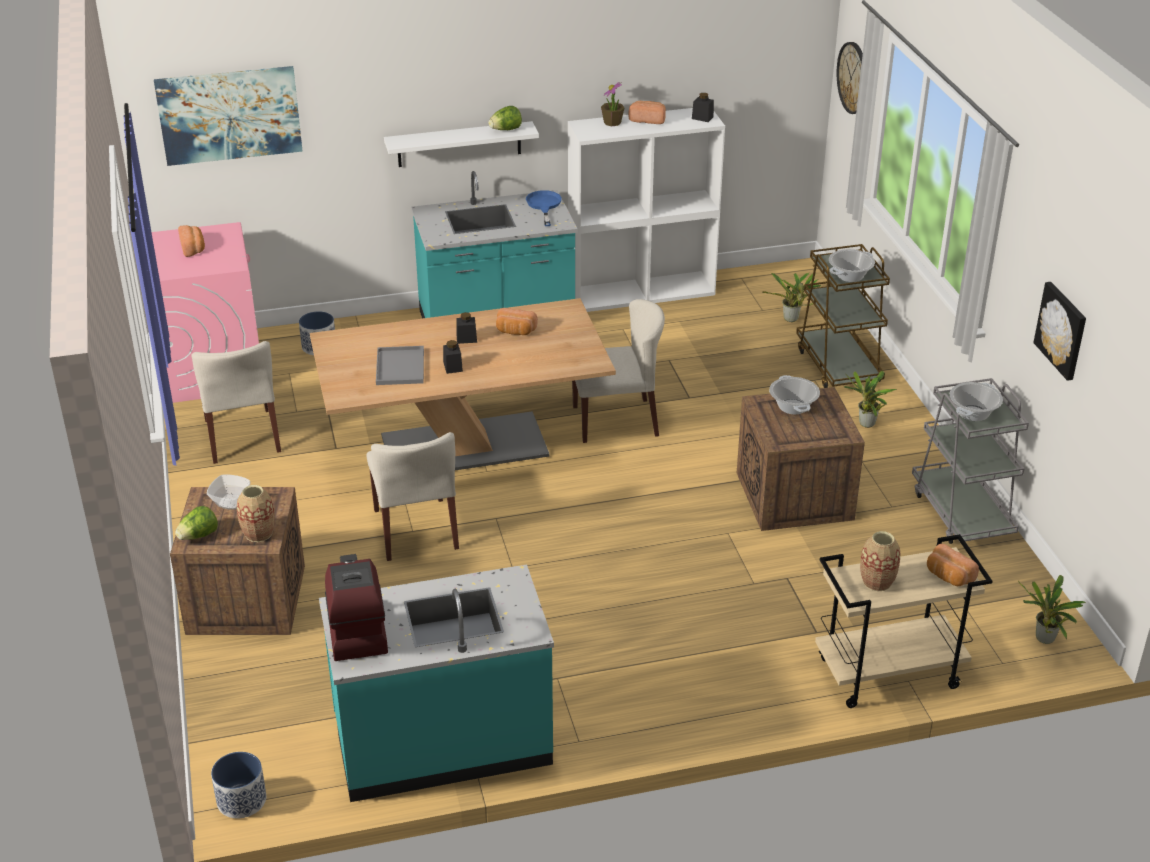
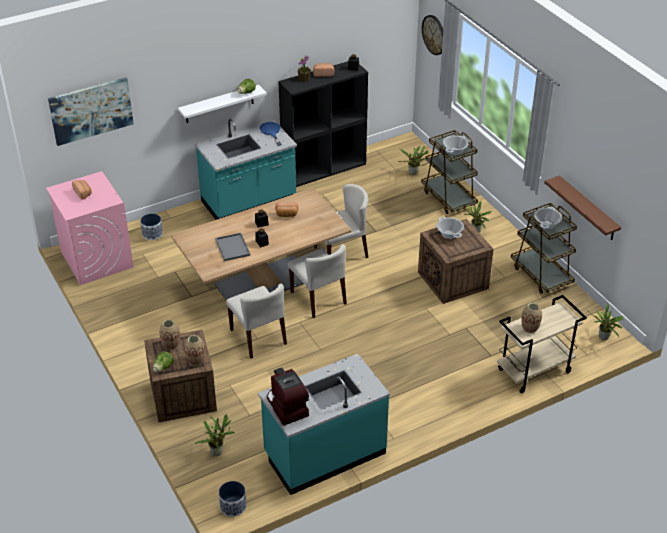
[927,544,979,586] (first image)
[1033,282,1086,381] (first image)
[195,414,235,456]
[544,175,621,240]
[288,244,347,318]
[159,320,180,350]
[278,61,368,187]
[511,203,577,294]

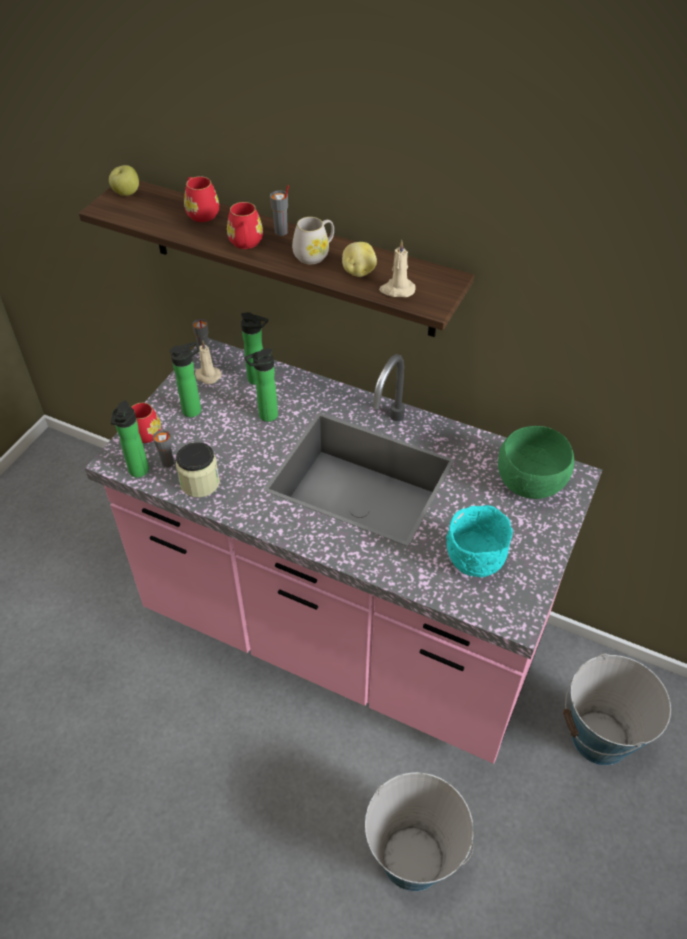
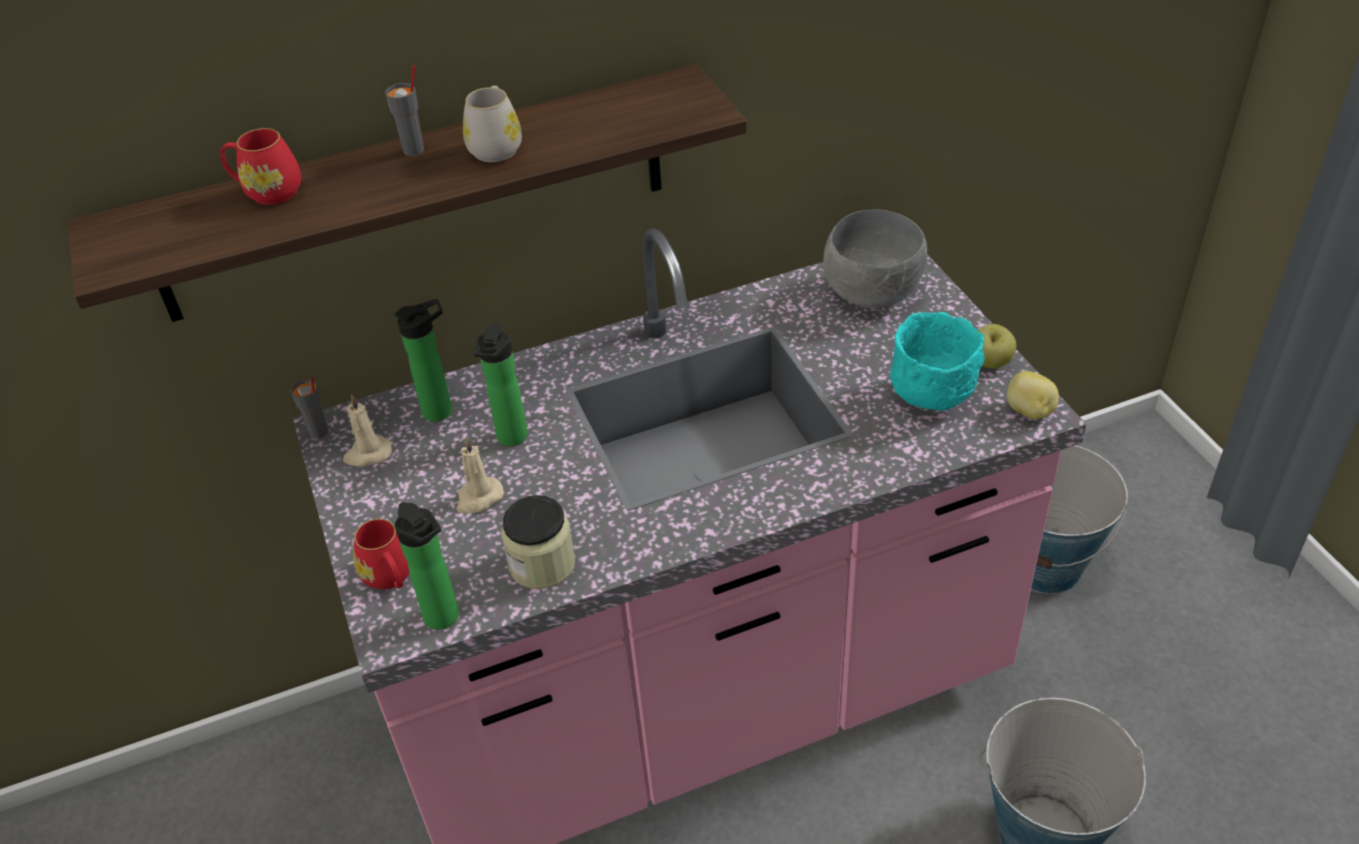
[153,430,174,468] (first image)
[170,342,201,417] (first image)
[227,202,263,249] (first image)
[978,324,1016,368]
[1007,371,1059,419]
[457,437,504,514]
[823,209,927,308]

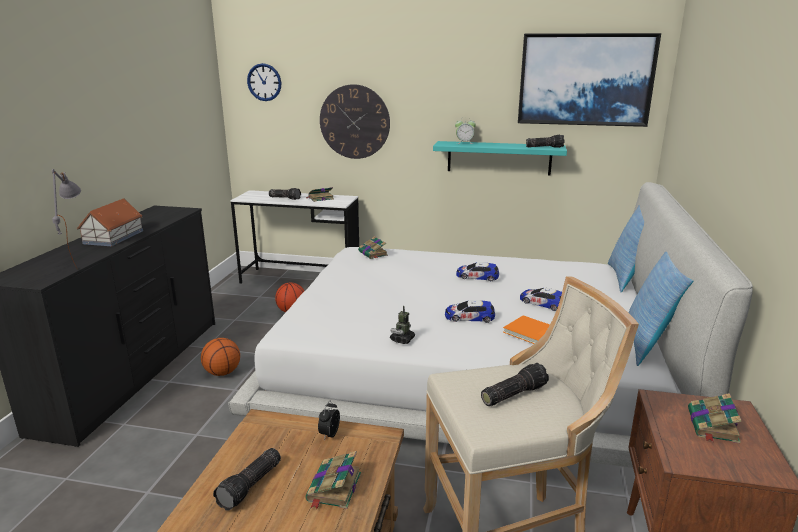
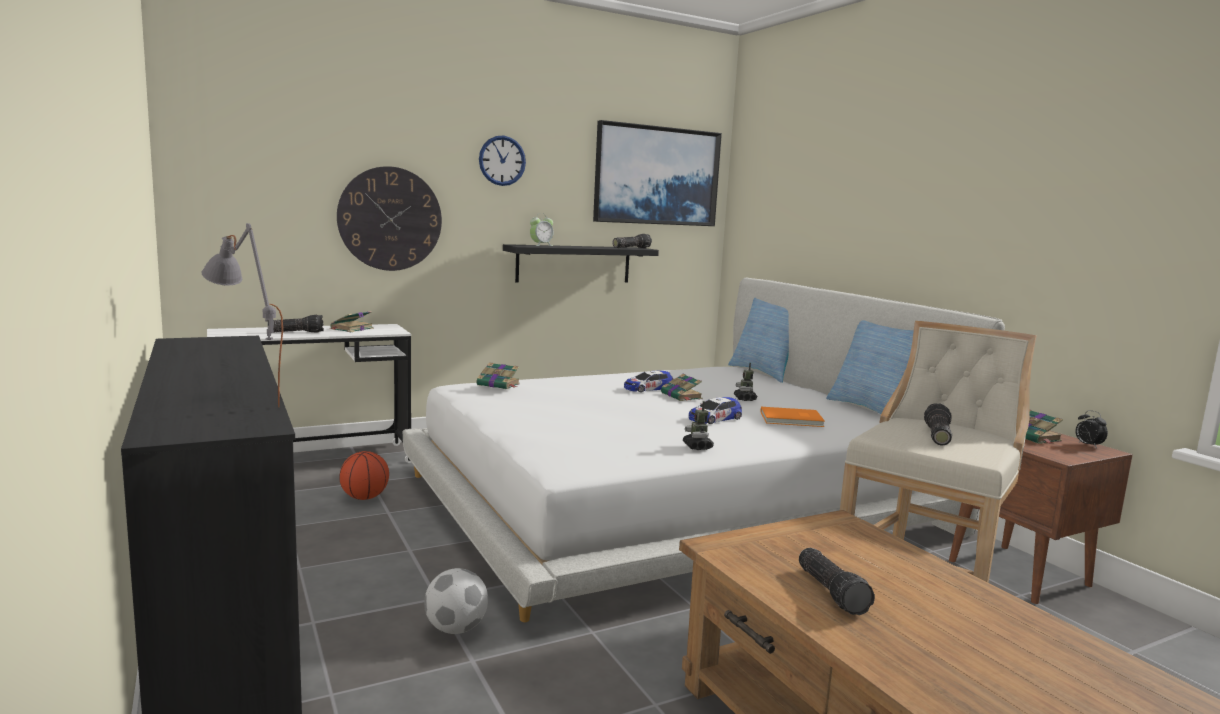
[77,198,143,246] (first image)
[201,338,240,376] (first image)
[424,568,488,634]
[479,135,526,186]
[661,374,703,401]
[1075,410,1108,448]
[734,363,758,401]
[503,244,659,283]

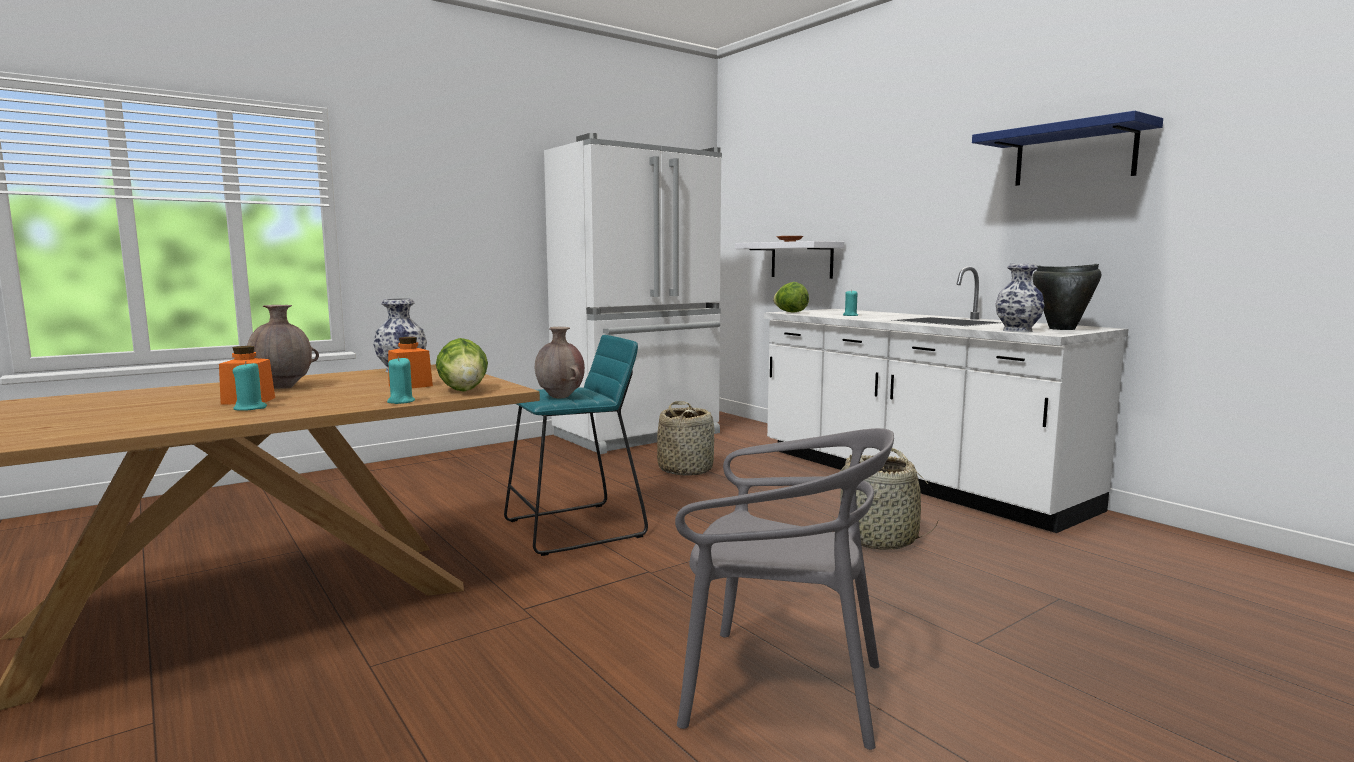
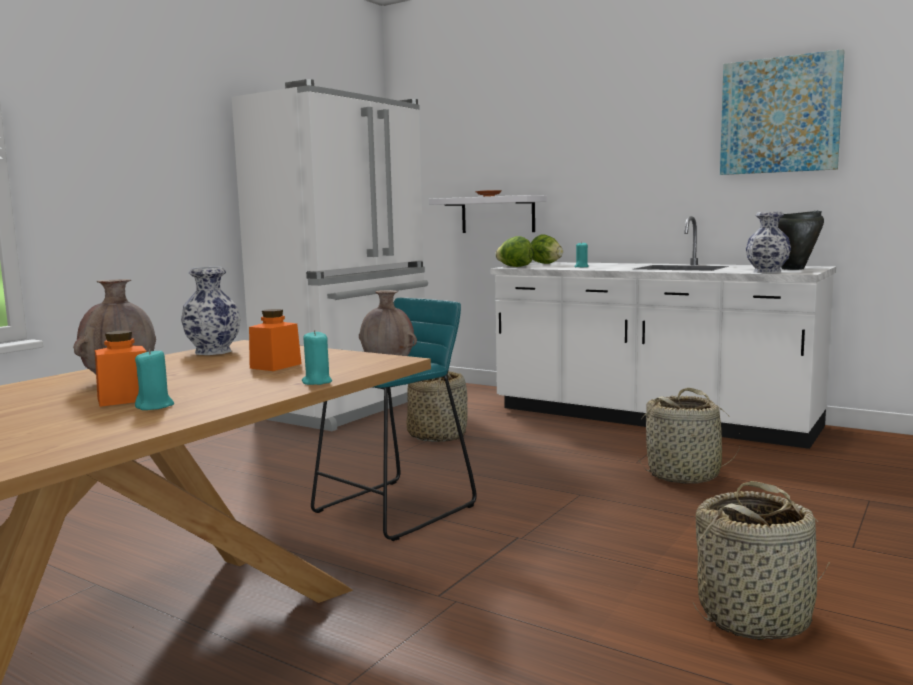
[531,234,563,264]
[693,481,830,640]
[720,49,845,175]

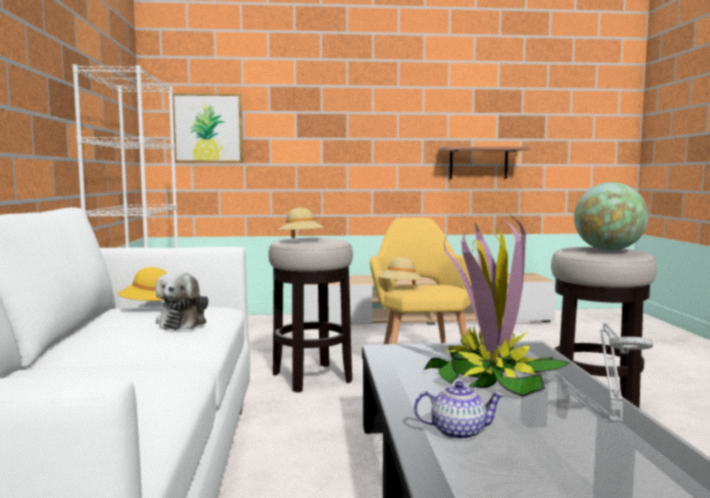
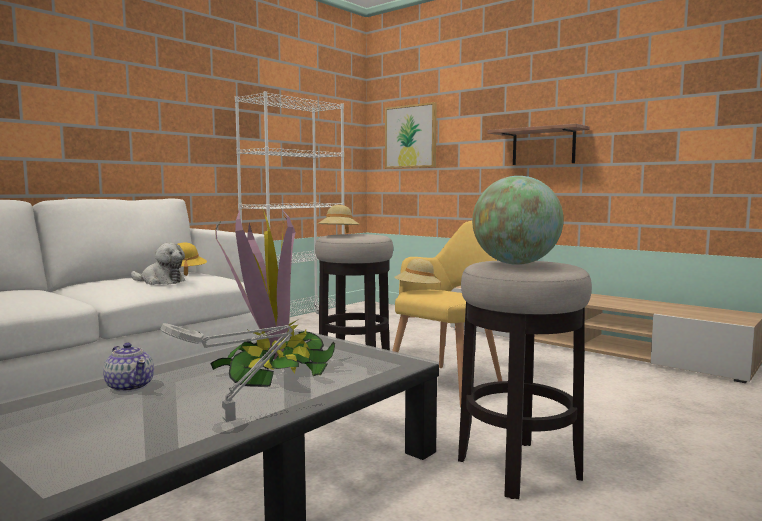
[488,123,590,165]
[131,243,185,285]

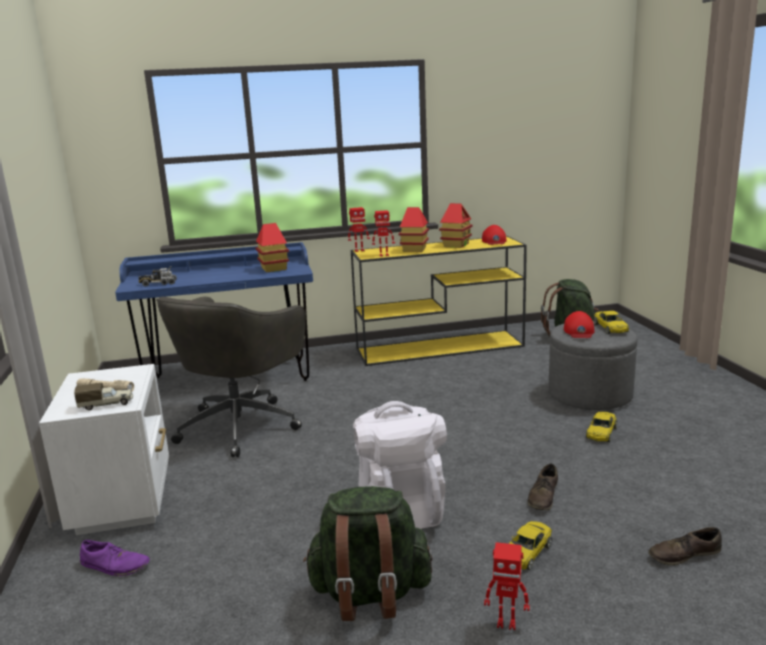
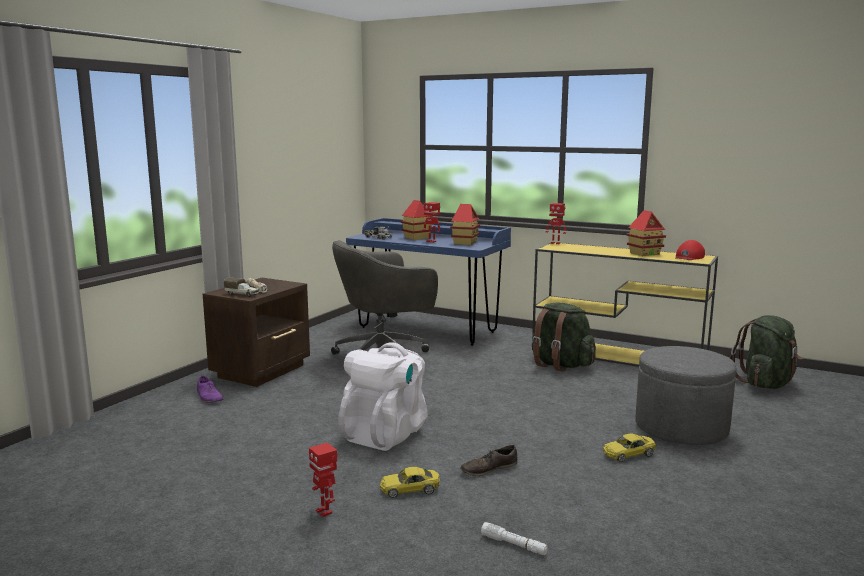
[564,311,594,338] (first image)
[593,311,629,334] (first image)
[532,303,596,372]
[422,202,440,243]
[400,200,433,240]
[481,522,548,555]
[203,278,310,387]

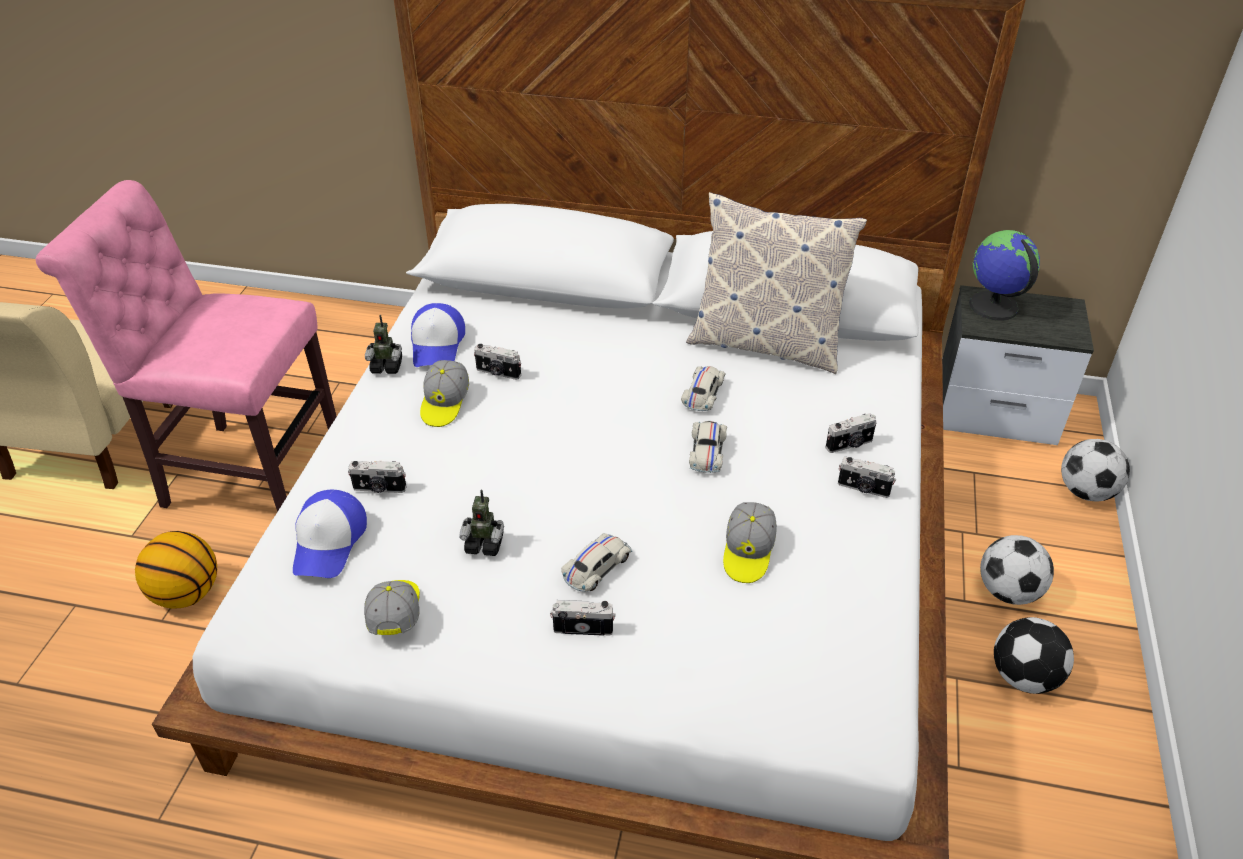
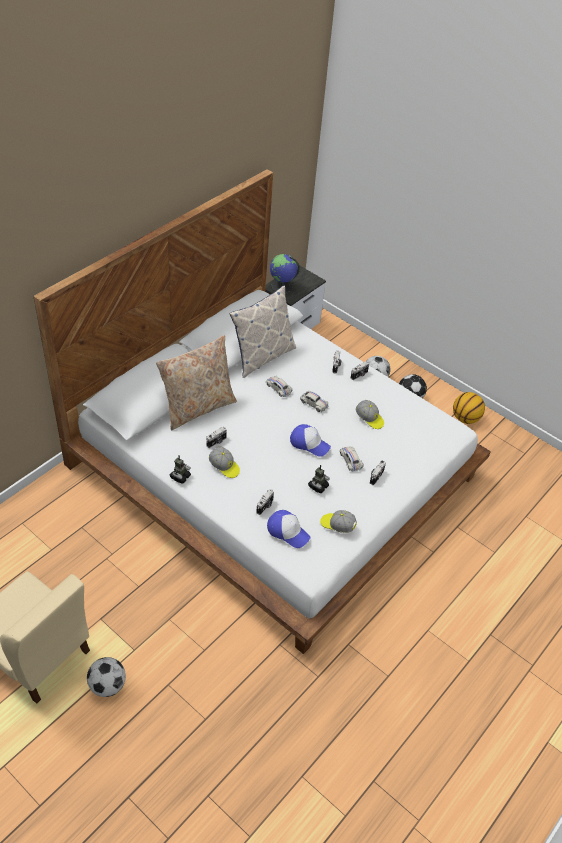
[36,180,337,512] (first image)
[156,335,237,430]
[453,392,485,424]
[290,424,331,457]
[87,657,126,697]

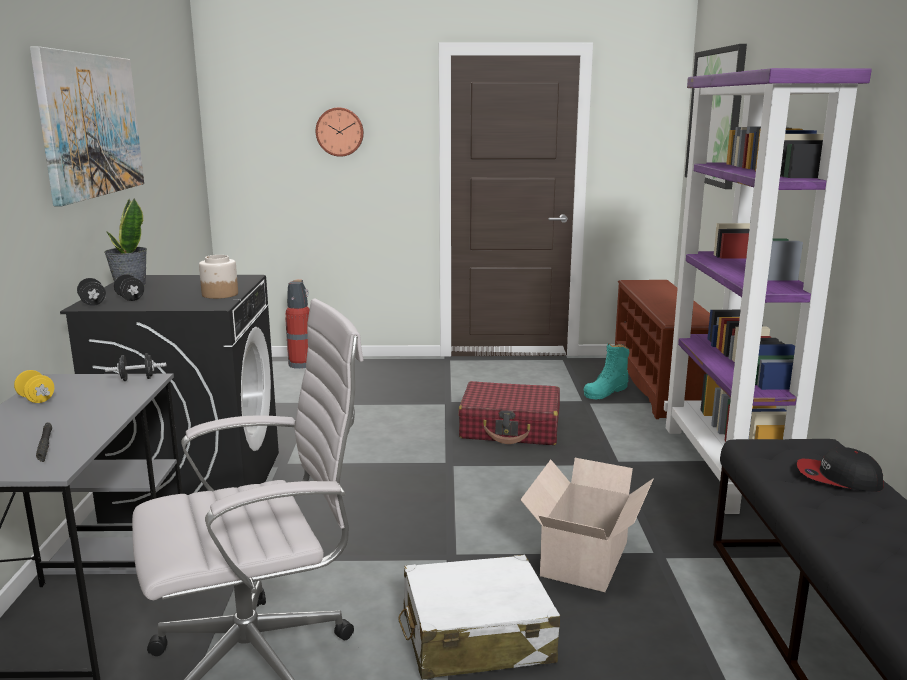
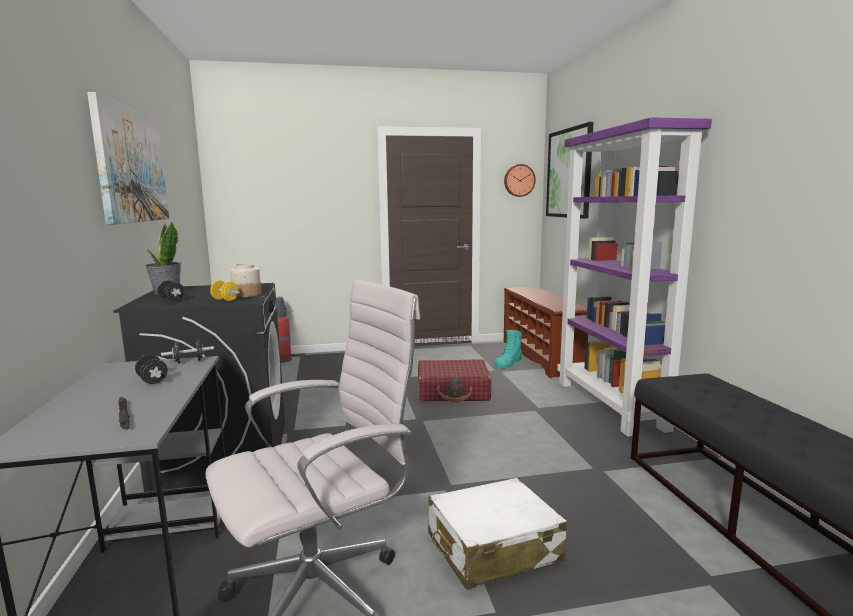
[520,458,654,592] (first image)
[797,447,884,492] (first image)
[210,281,240,301]
[135,355,168,384]
[504,164,536,197]

